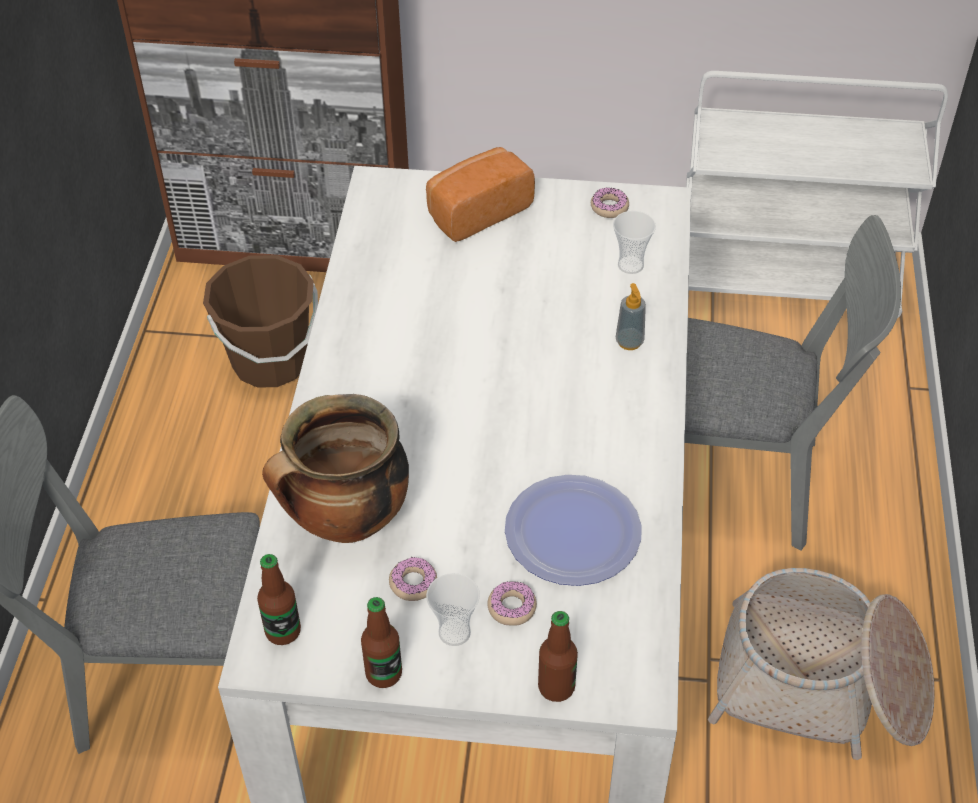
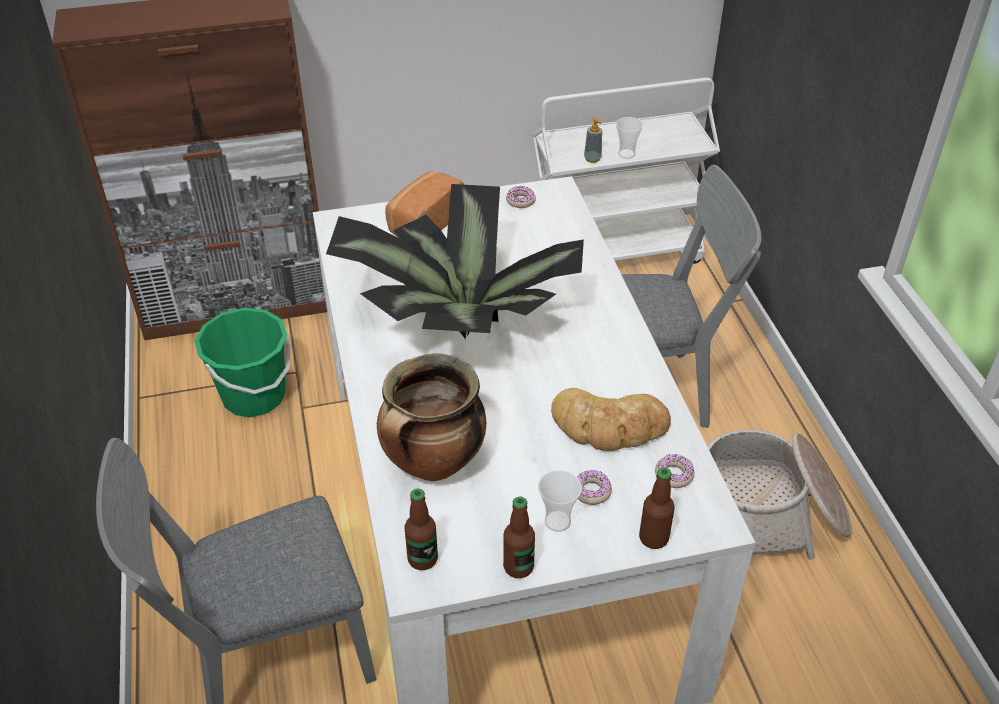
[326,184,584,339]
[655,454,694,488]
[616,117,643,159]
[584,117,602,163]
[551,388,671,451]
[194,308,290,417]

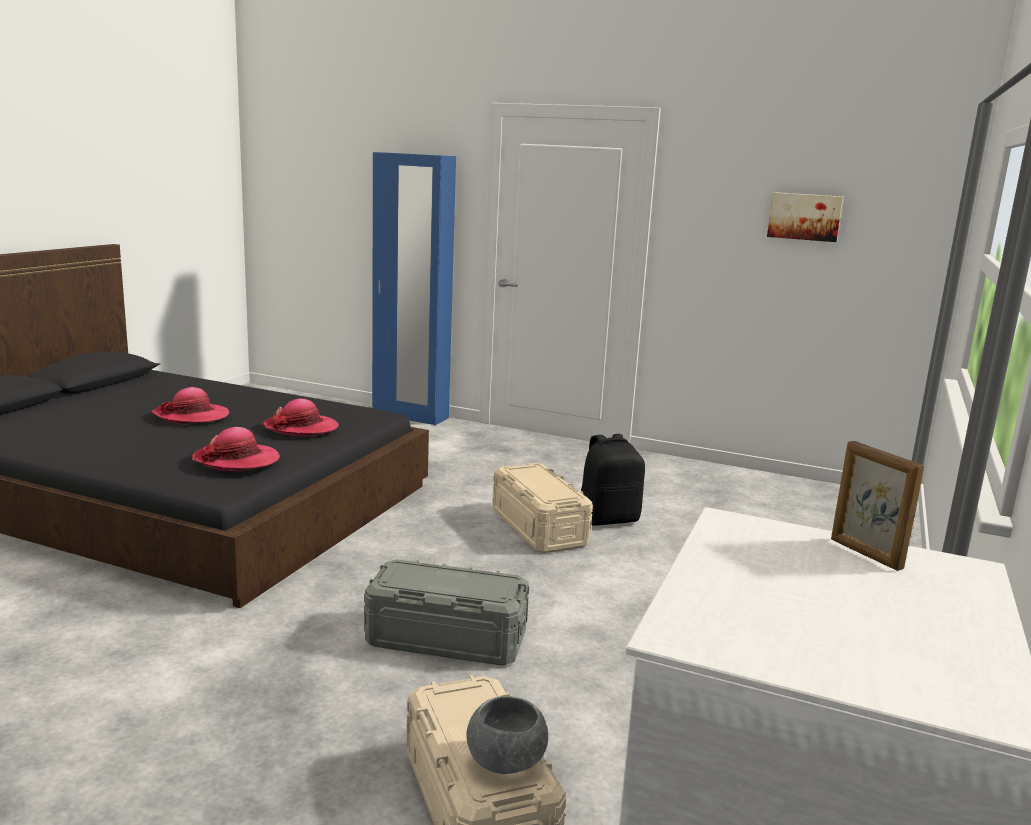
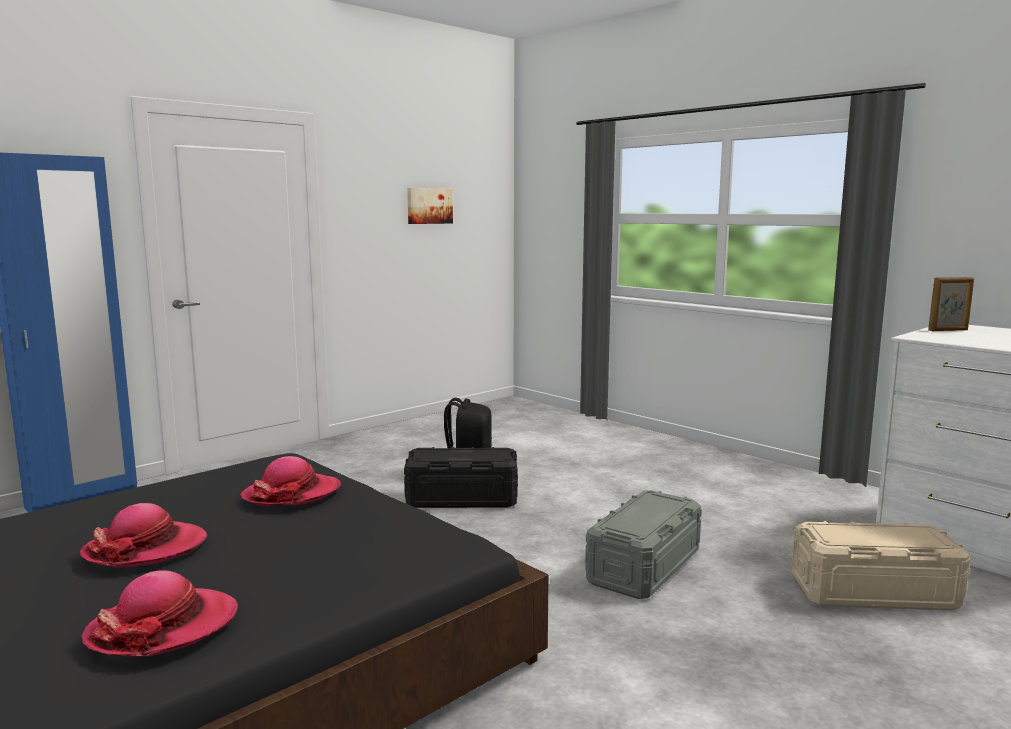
[466,696,548,774] (first image)
[81,570,238,657]
[404,447,518,508]

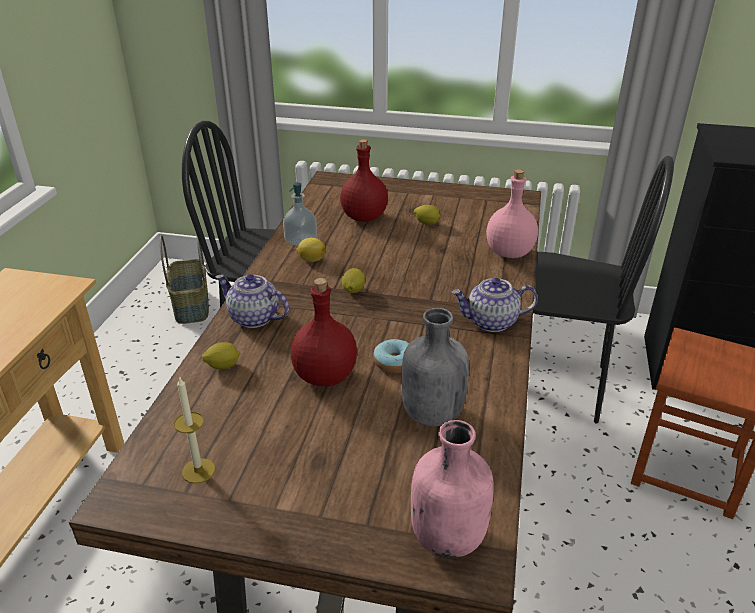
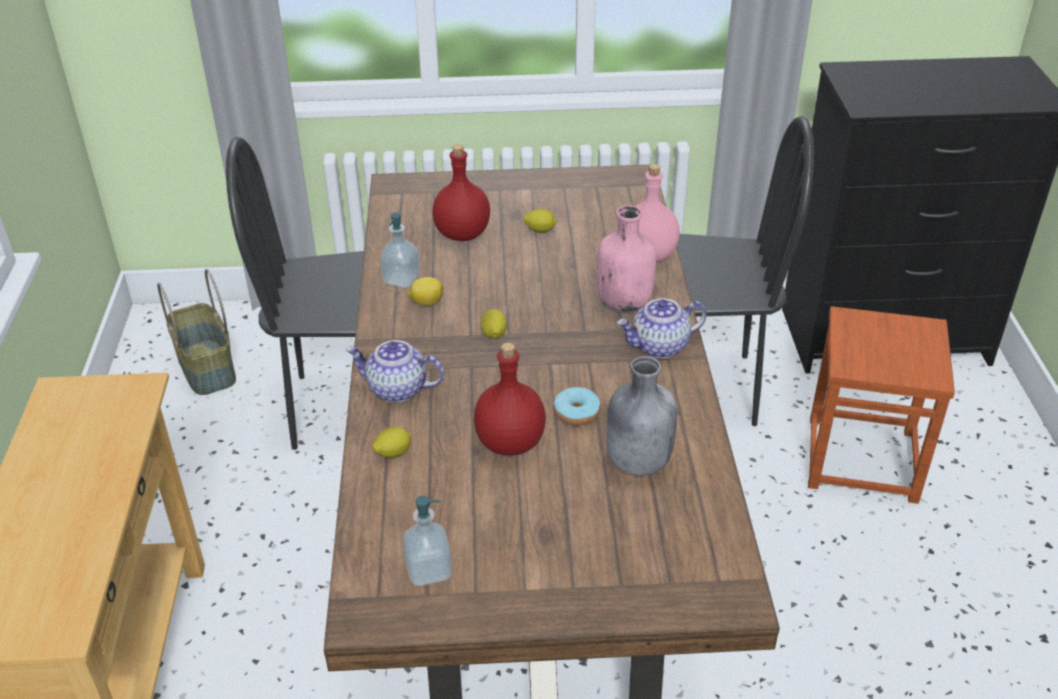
[597,205,656,311]
[402,496,452,586]

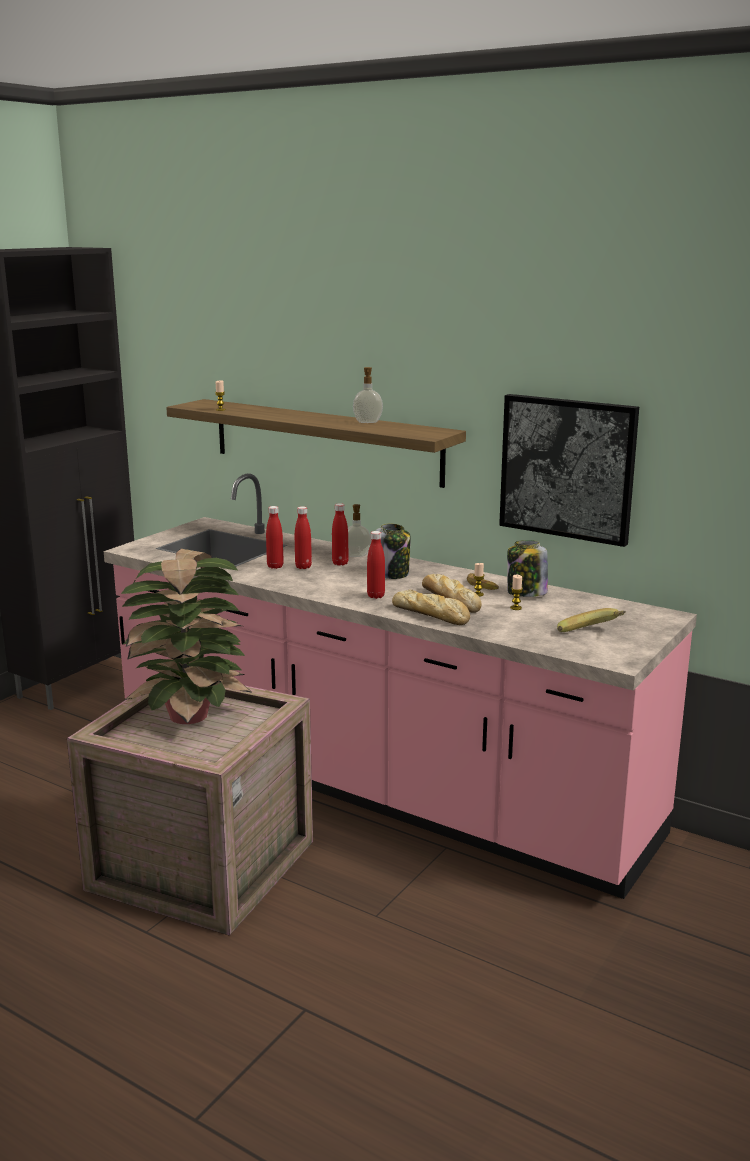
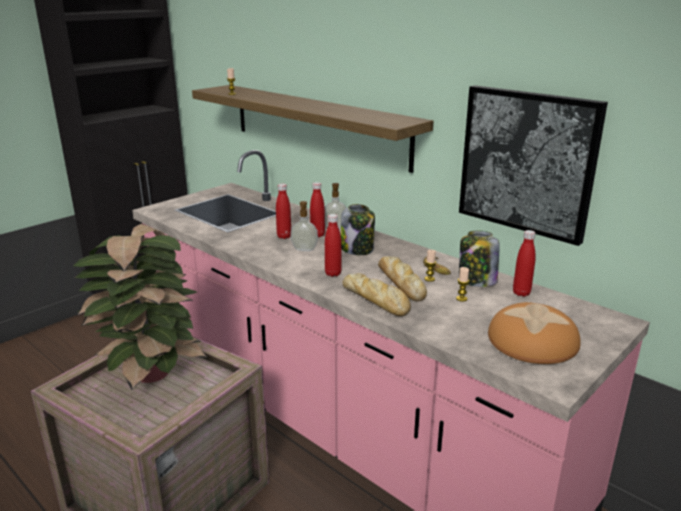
[513,230,536,297]
[291,201,318,251]
[488,302,581,364]

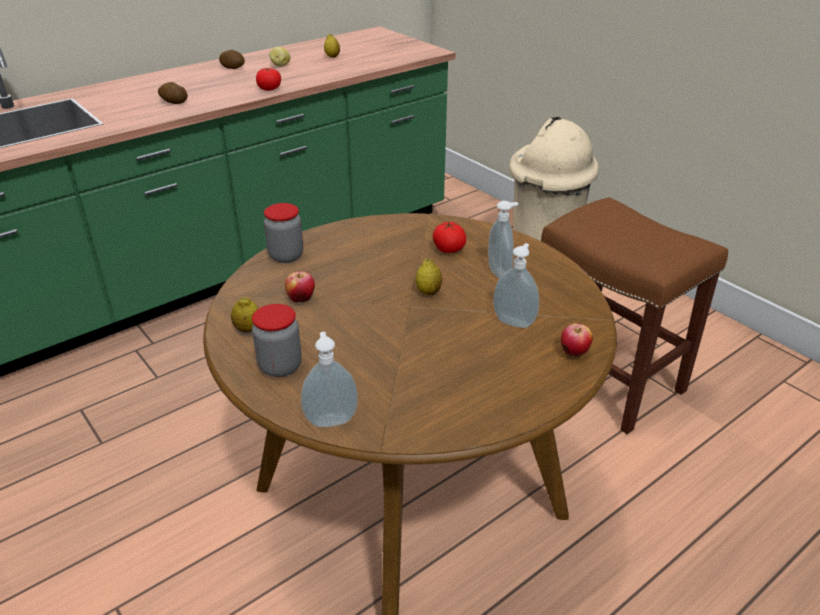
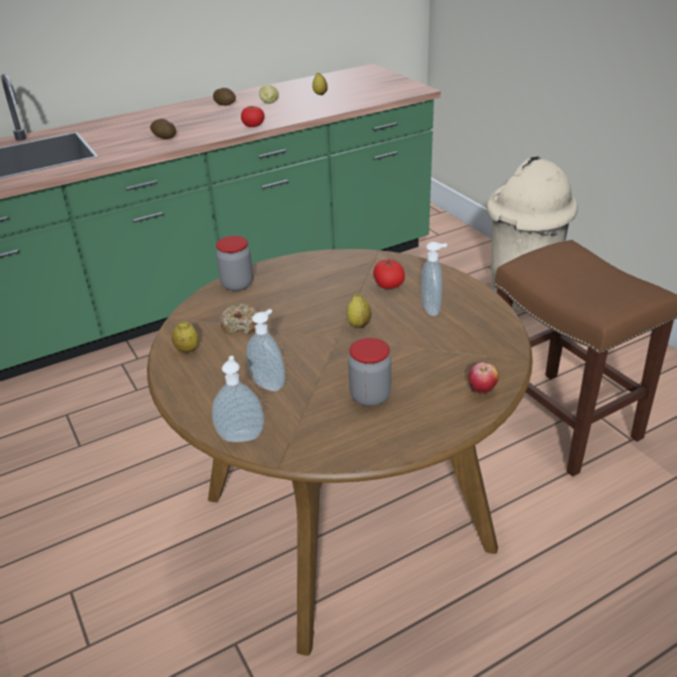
[348,338,391,406]
[246,309,285,391]
[220,304,259,335]

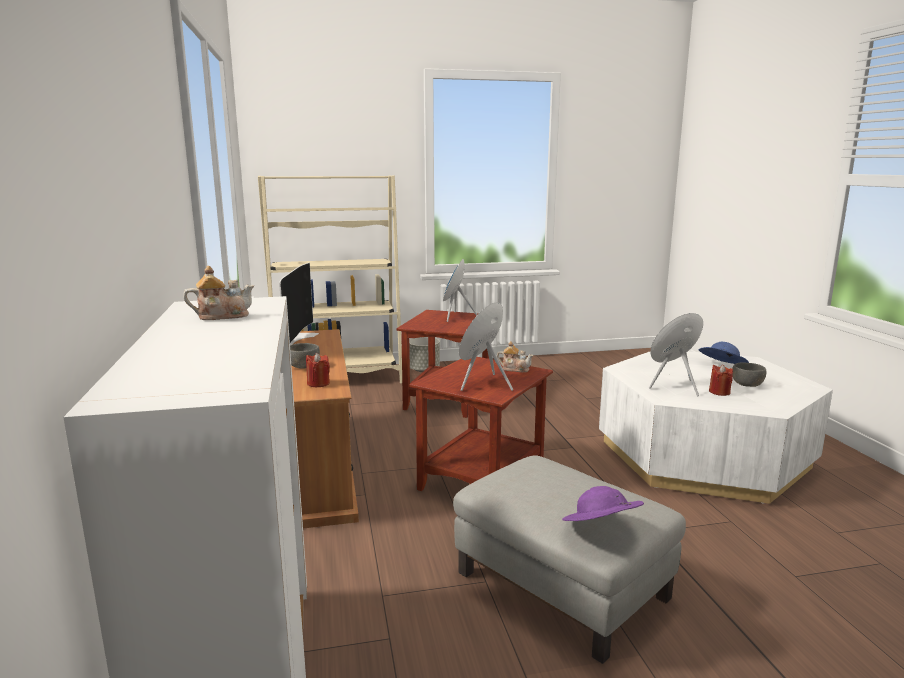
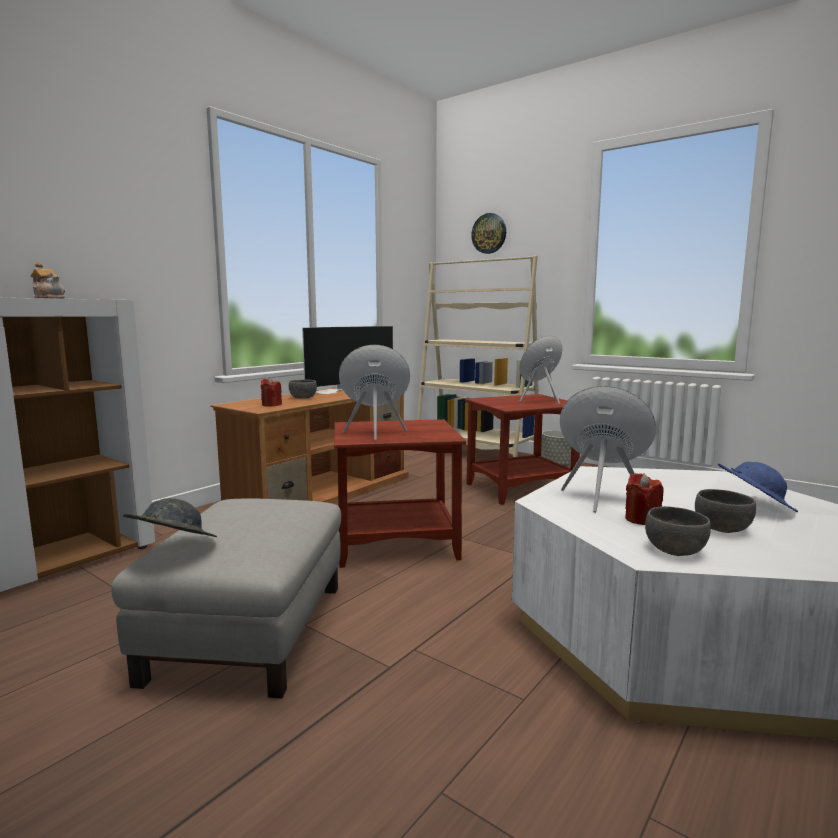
[497,341,534,372] (first image)
[471,213,506,254]
[645,506,711,556]
[123,498,217,537]

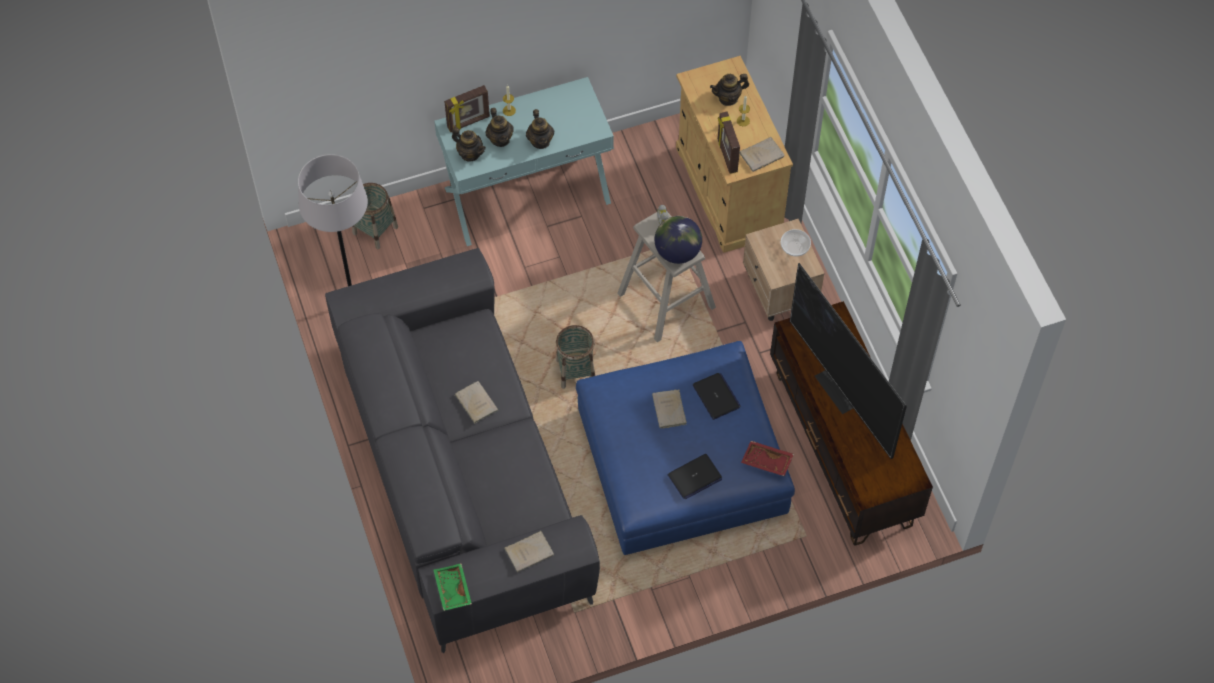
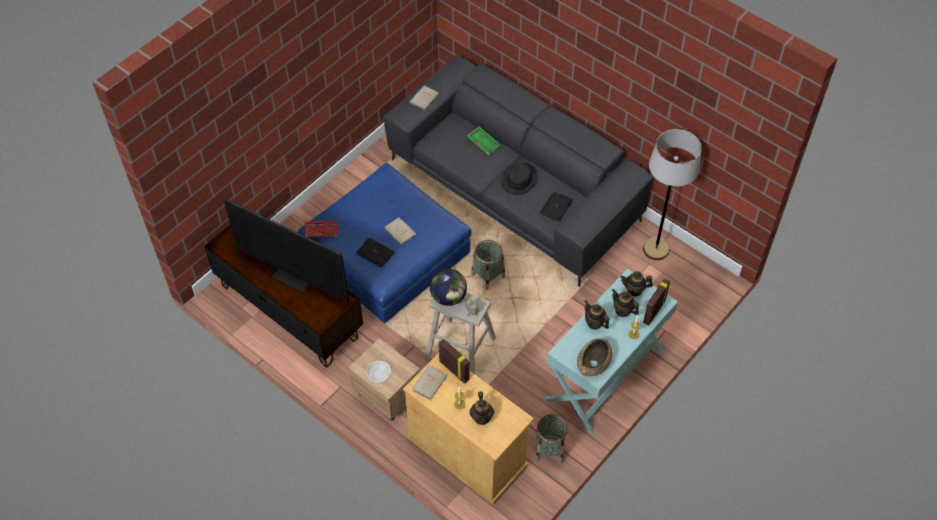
[577,338,612,376]
[535,414,568,463]
[467,126,501,155]
[539,192,573,222]
[501,163,538,195]
[469,391,494,425]

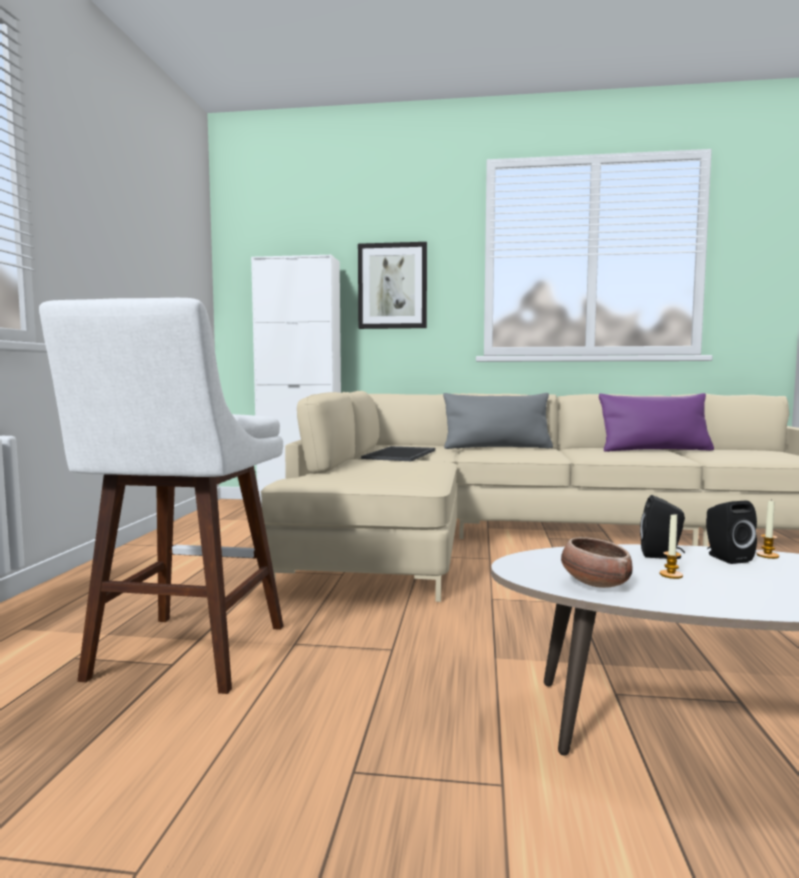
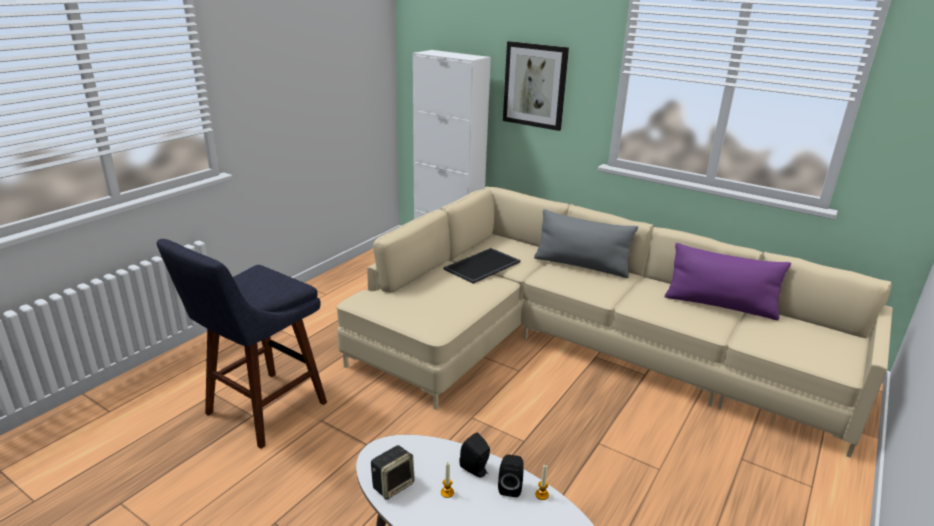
[371,445,415,500]
[156,239,327,449]

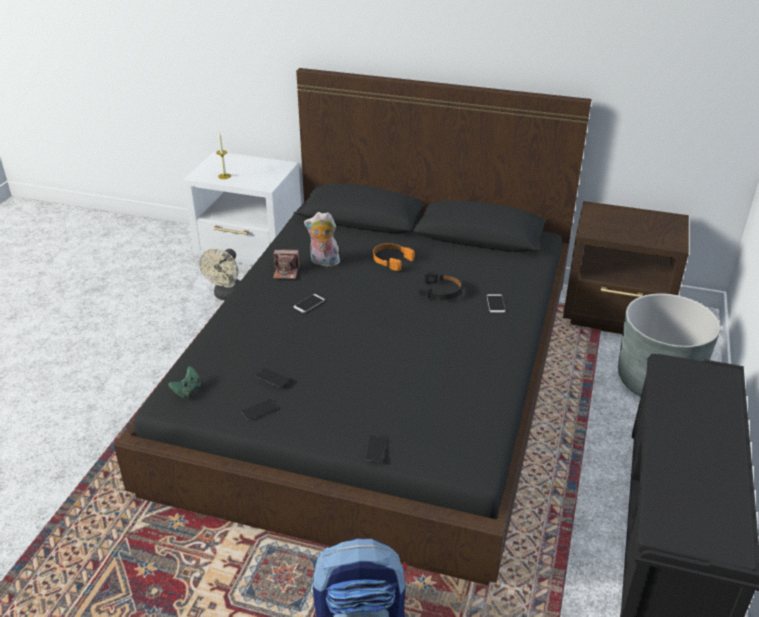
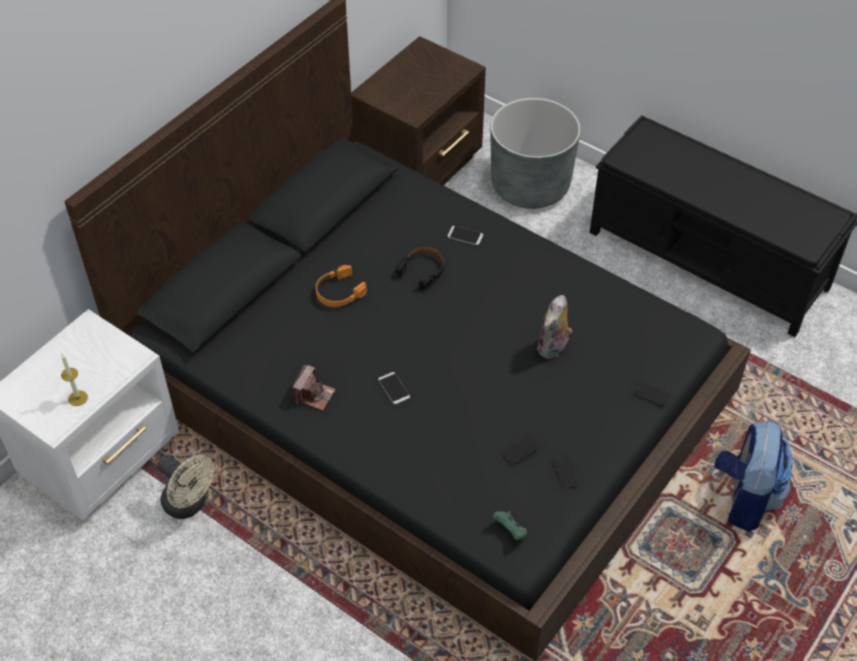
[537,295,572,359]

